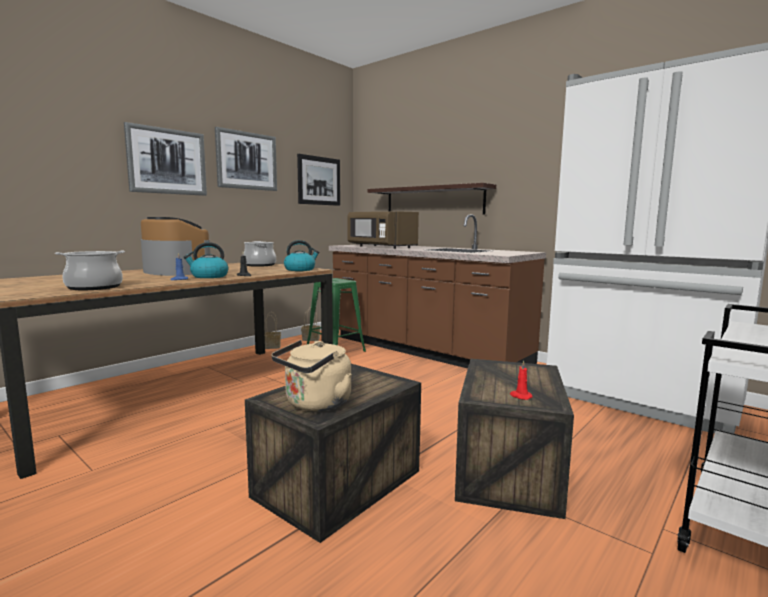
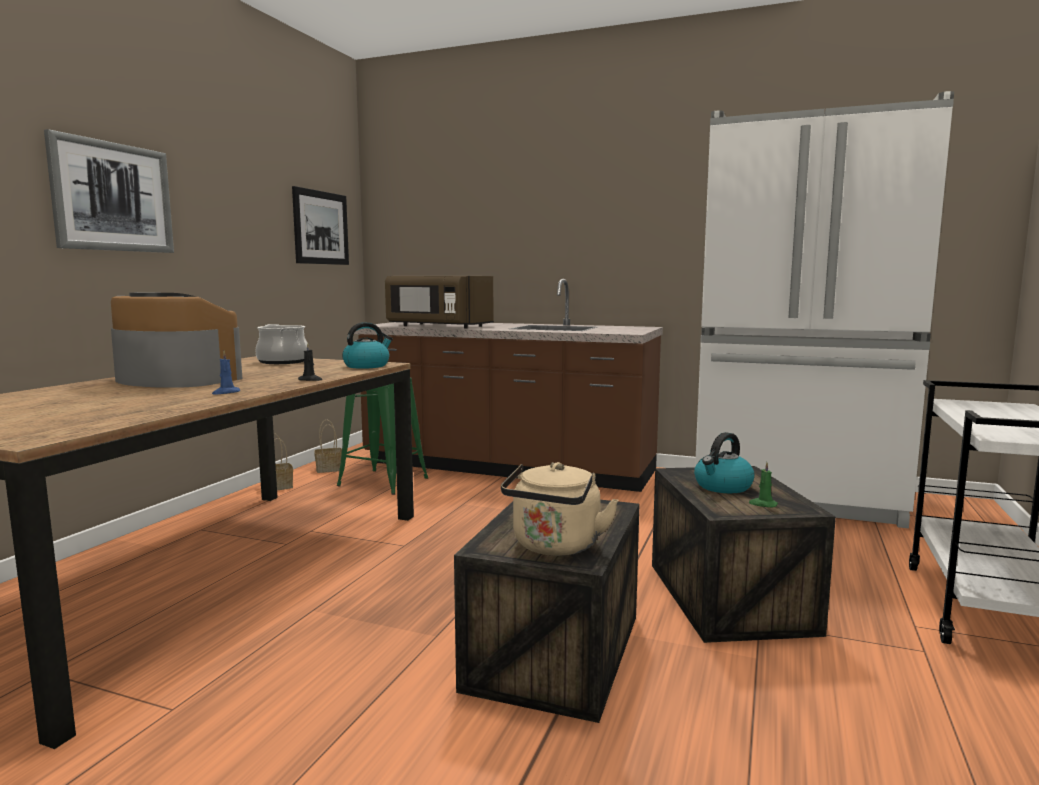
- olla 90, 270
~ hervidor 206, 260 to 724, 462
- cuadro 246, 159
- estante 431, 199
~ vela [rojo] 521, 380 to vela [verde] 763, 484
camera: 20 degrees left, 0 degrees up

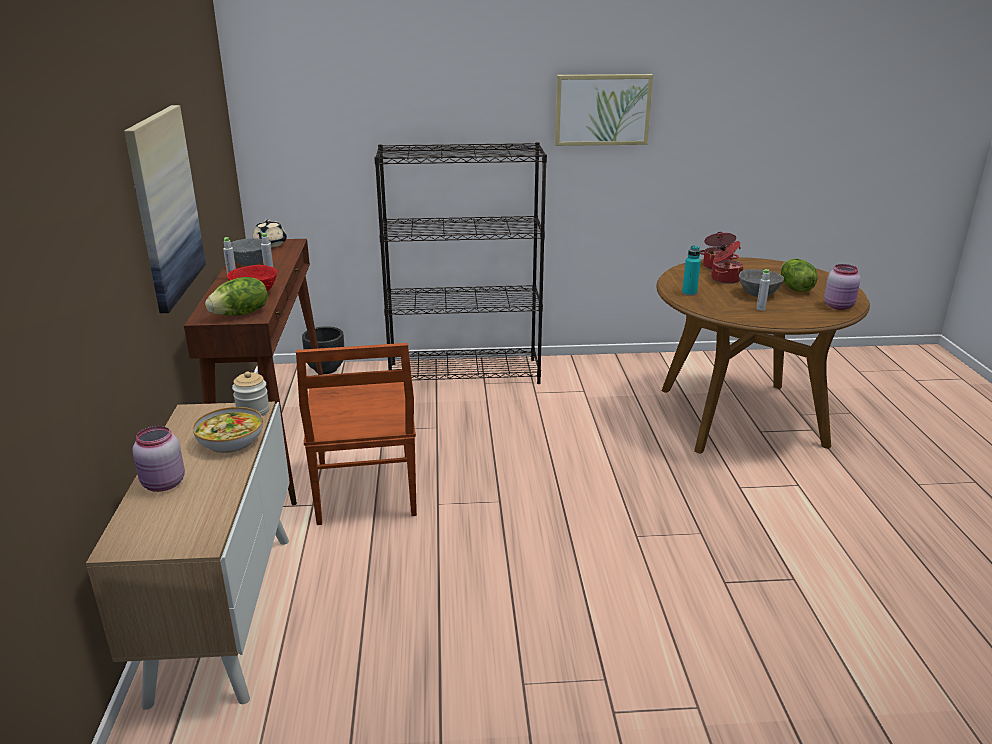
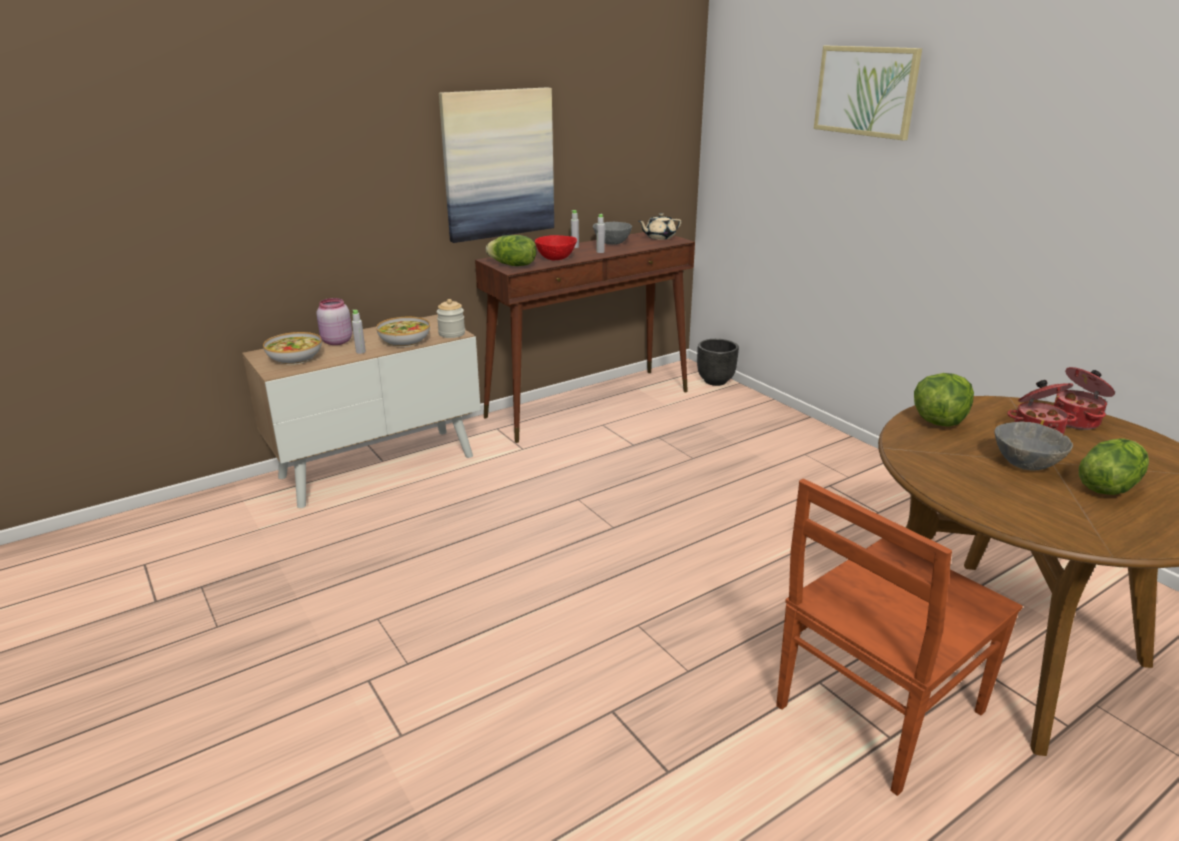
~ silla [marrón] 356, 434 to 899, 637
- estantería [negro] 460, 263
~ cuadro 604, 110 to 868, 93
~ botella [turquesa] 691, 270 to lechuga 944, 400
~ botella [gris] 763, 290 to 359, 332
- tarro [rosa] 842, 287
+ cuenco 292, 348
camera: 60 degrees right, 0 degrees up

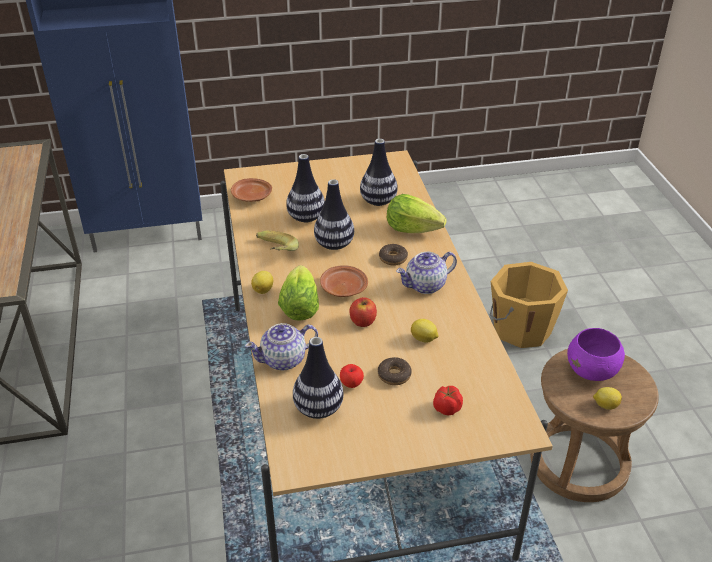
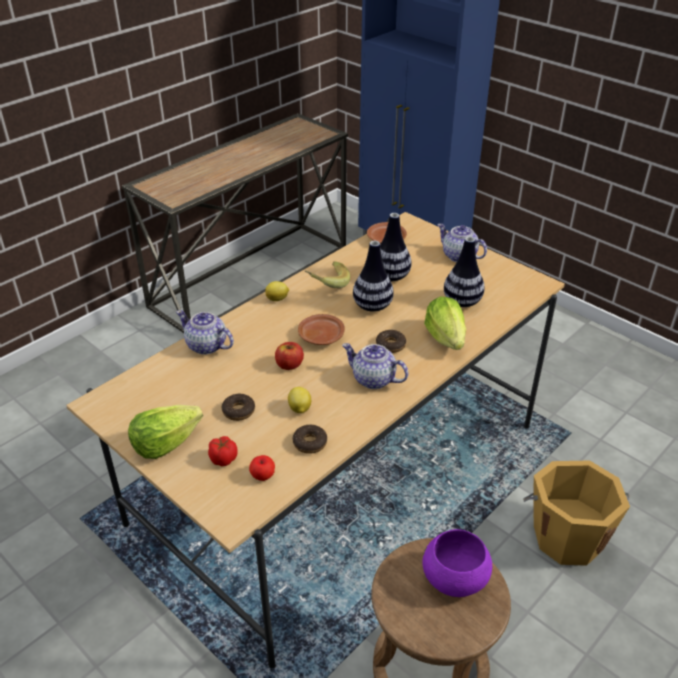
~ lechuga 298, 293 to 165, 432
- florero 318, 378
~ manzana 352, 376 to 262, 468
- limón 607, 398
+ rosquilla 310, 439
+ tetera 462, 242
camera: 55 degrees right, 0 degrees up

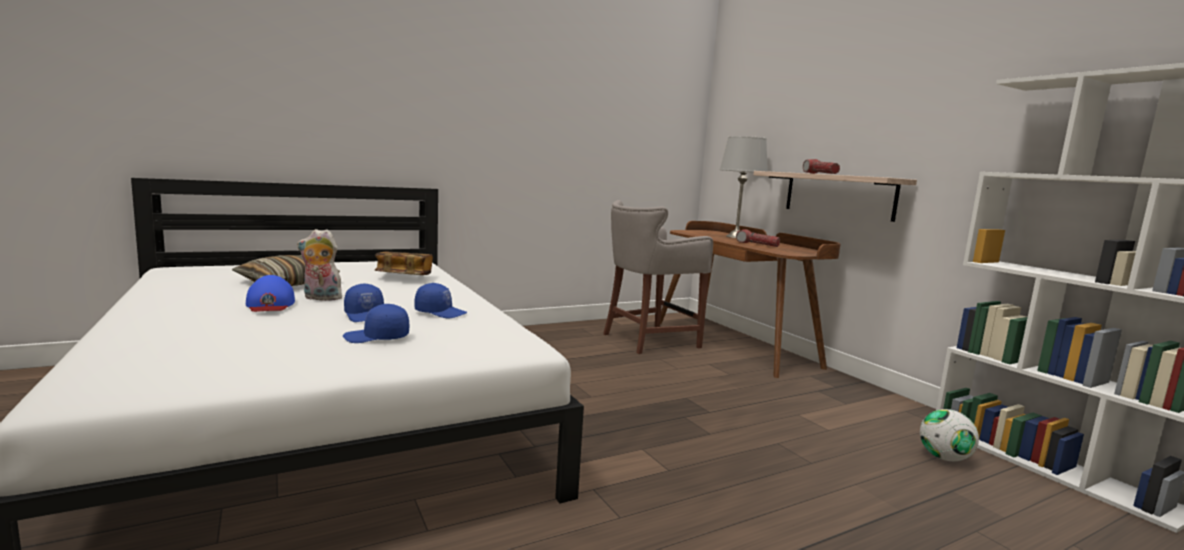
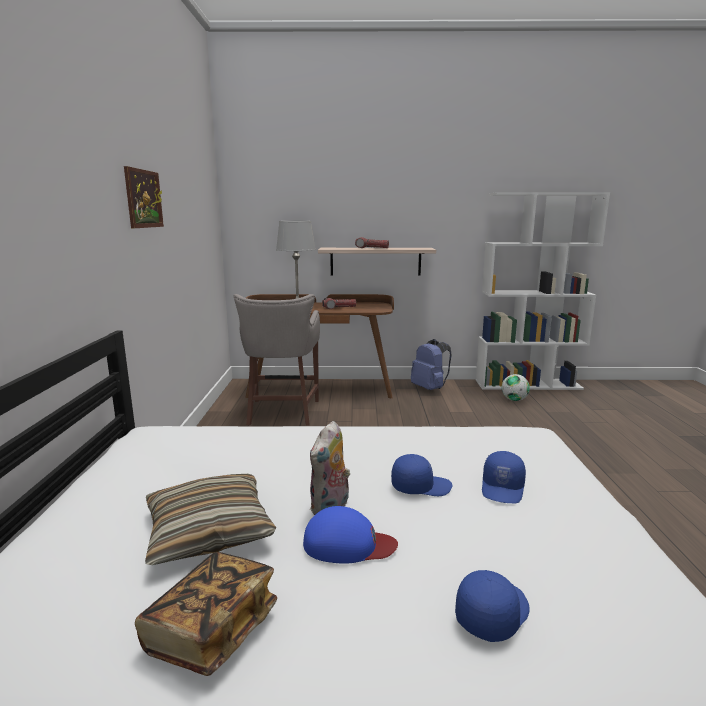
~ libro 403, 263 to 206, 614
~ gorra [azul] 441, 301 to 492, 606
+ cuadro 144, 197
+ mochila [azul] 431, 364
camera: 60 degrees left, 5 degrees up

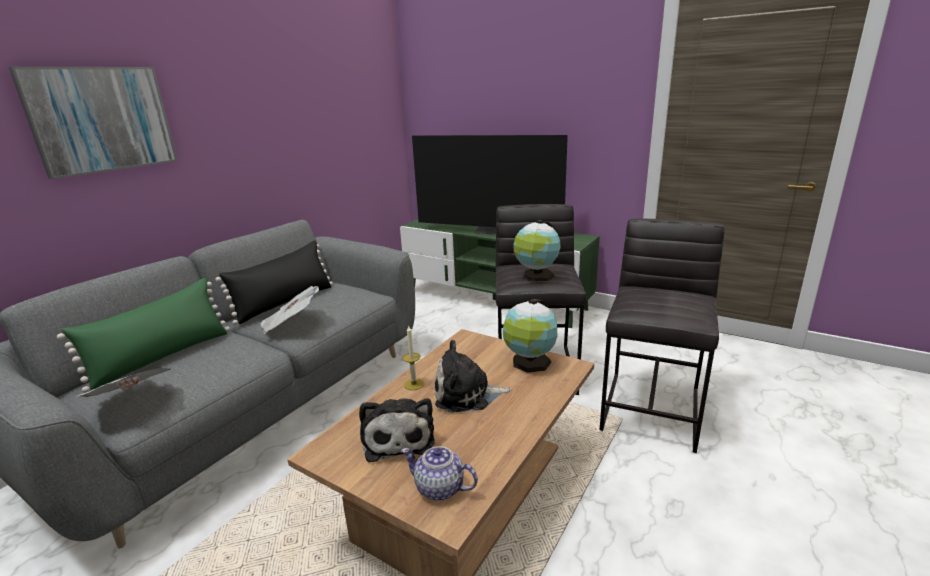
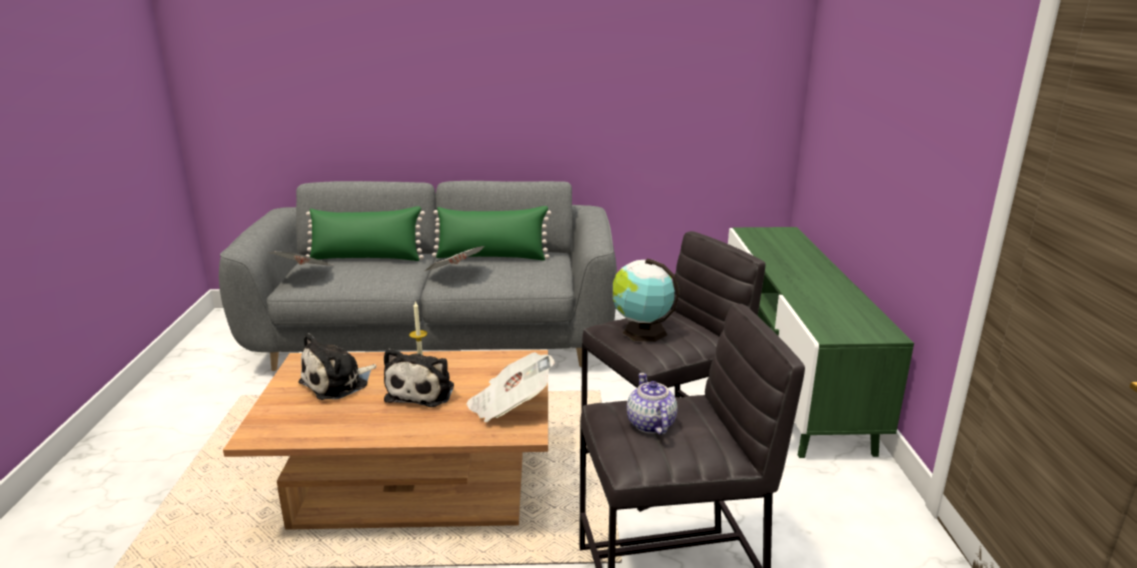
- cuadro 93, 123
~ cojín [negro] 274, 283 to cojín [verde] 491, 233
~ tetera 439, 473 to 652, 404
- televisor 490, 185
~ peluche 473, 376 = 419, 377 135 degrees counterclockwise
~ globo terráqueo 530, 336 to periódico 510, 387
camera: 55 degrees right, 0 degrees up

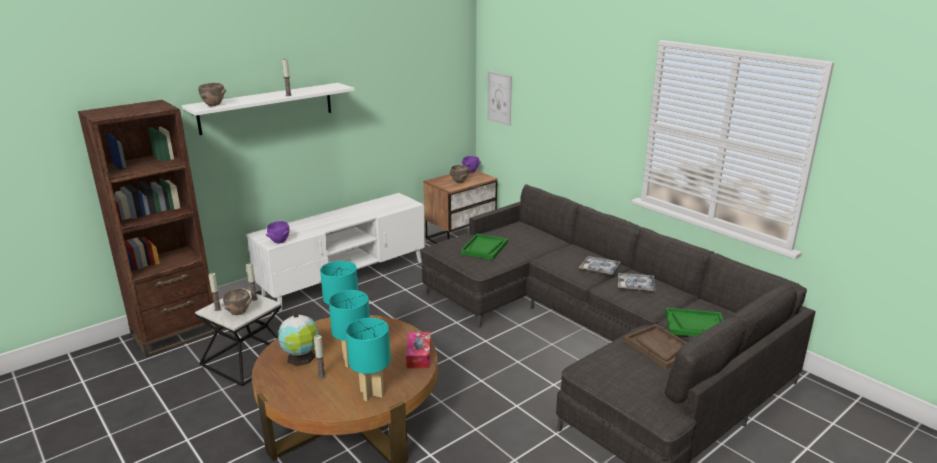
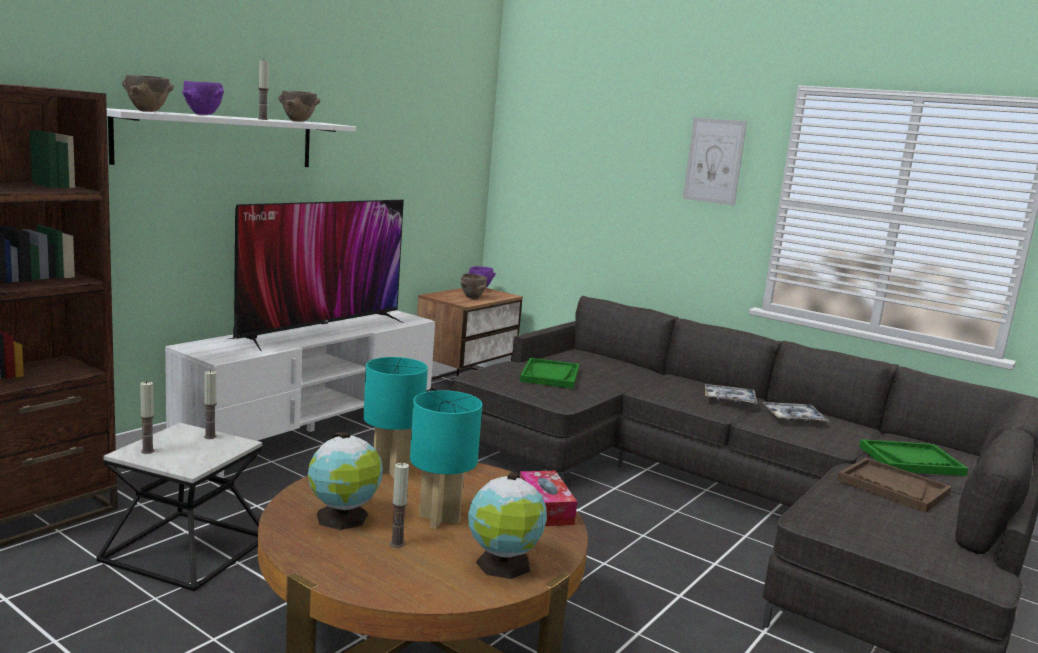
~ cuenco [marrón] 237, 301 to 300, 106
~ cuenco [morado] 278, 232 to 203, 98
~ lámpara de mesa [turquesa] 368, 359 to globo terráqueo 507, 525
~ cuadro 499, 98 to 715, 161
+ televisor 316, 275
camera: 15 degrees left, 10 degrees down

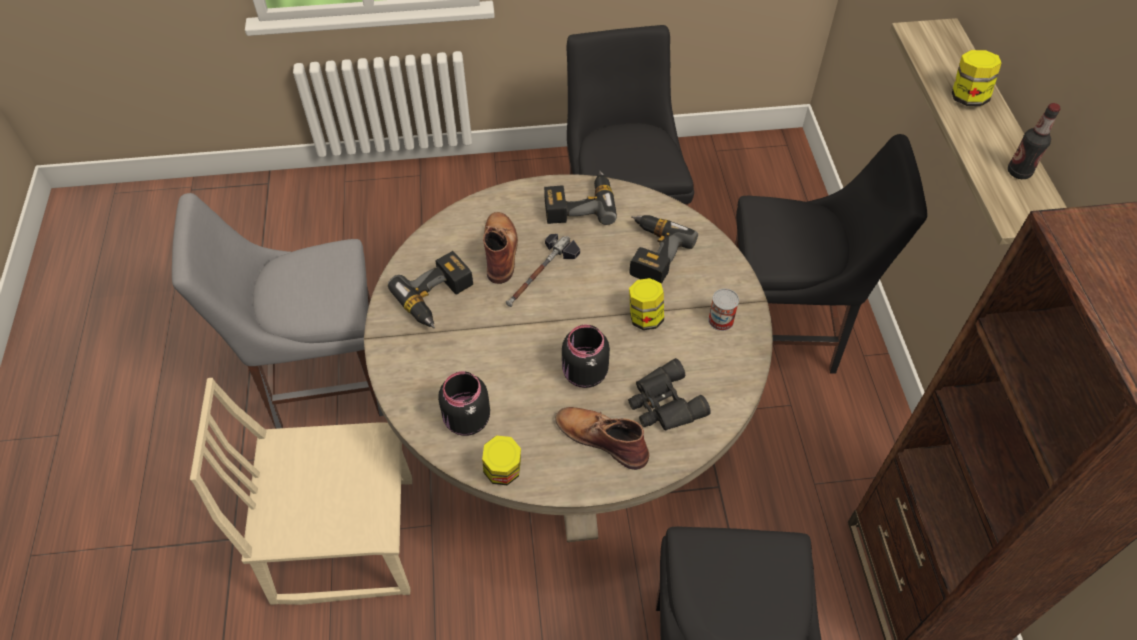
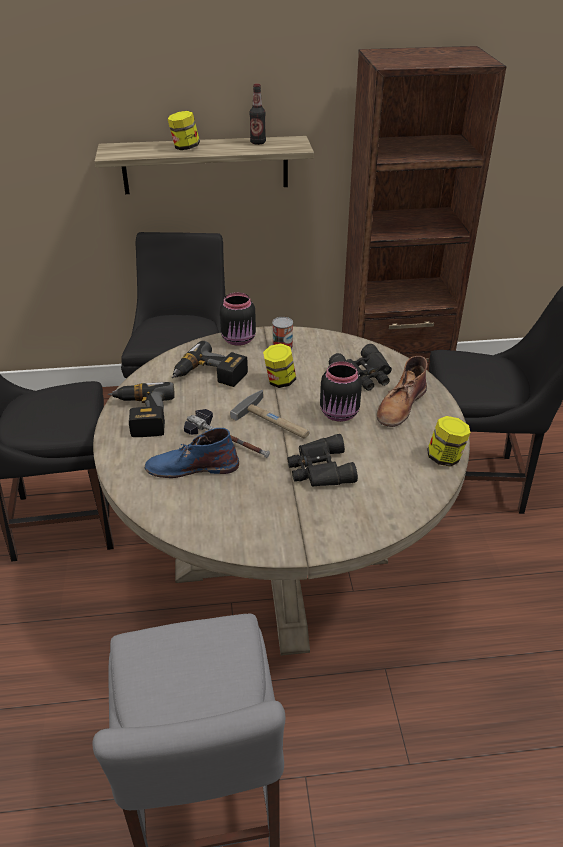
- silla [beis] 301, 491
- taladro 430, 290
~ tarro [negro] 464, 403 to 238, 319
~ bota [marrón] 500, 248 to bota [azul] 192, 453
+ martillo 269, 414
+ prismáticos [negro] 322, 460
camera: 90 degrees left, 15 degrees down

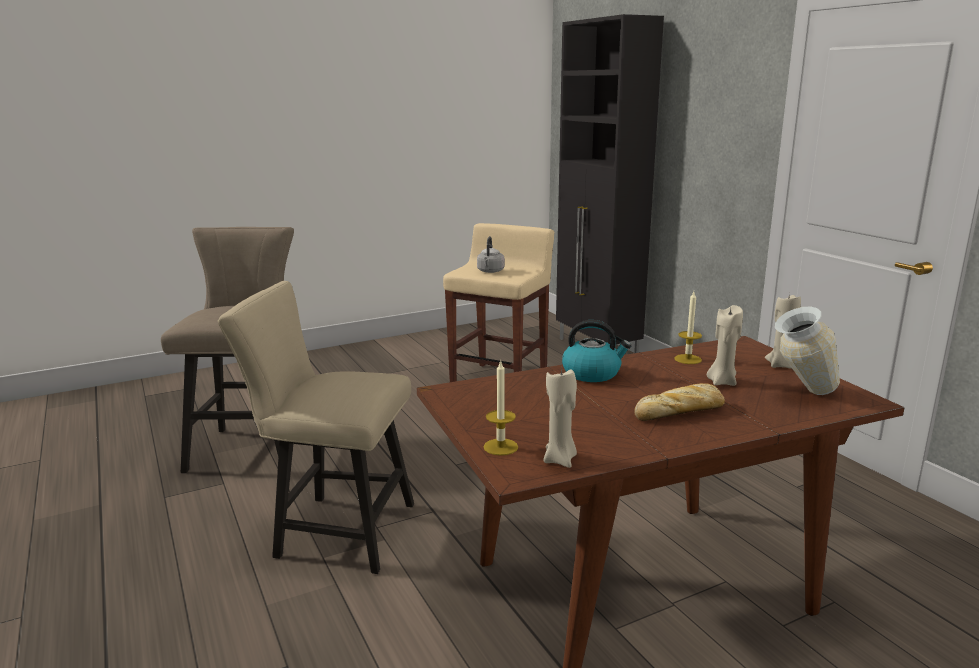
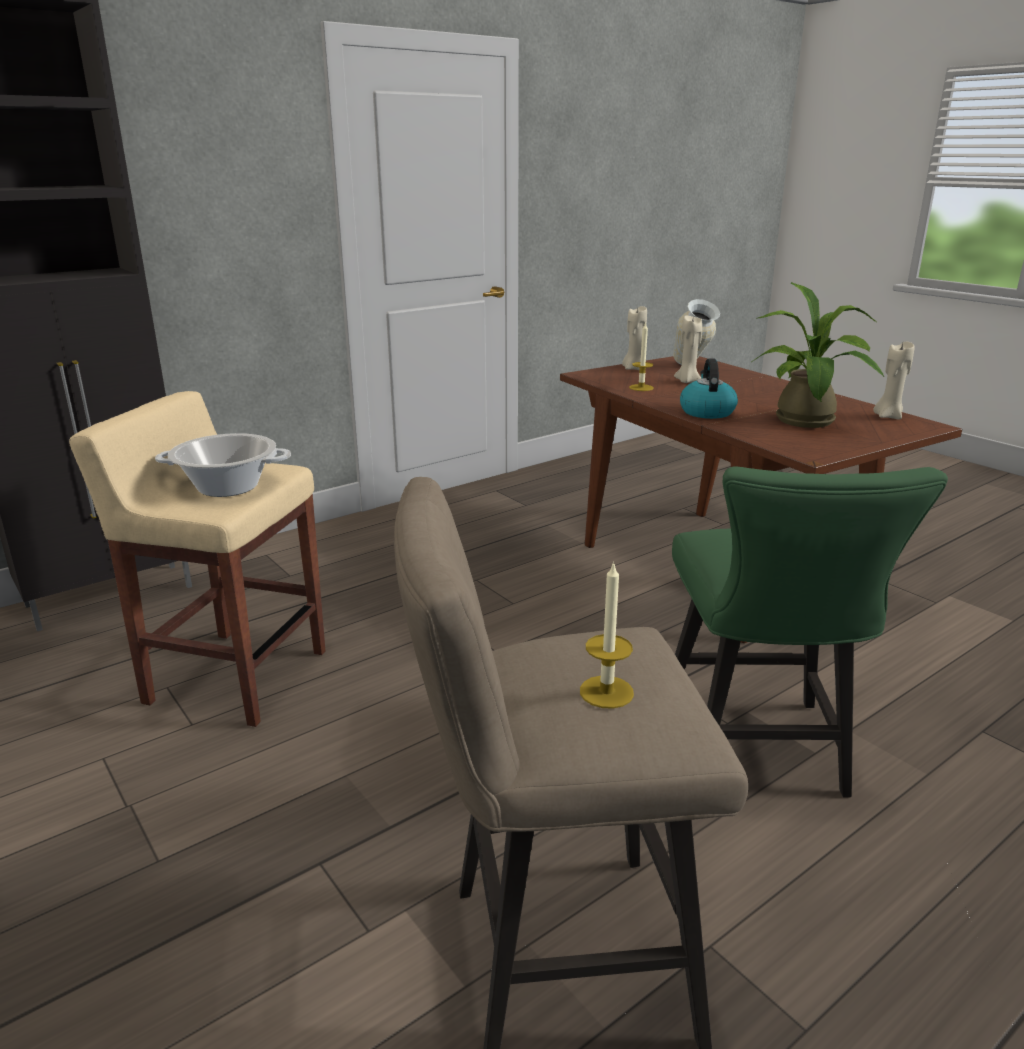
~ silla [beis] 316, 427 to silla [verde] 810, 632
~ hervidor [gris] 491, 254 to olla 223, 465
~ vela 501, 408 to 607, 635
- pan 679, 402
+ planta en maceta 818, 355
camera: 100 degrees left, 5 degrees up

